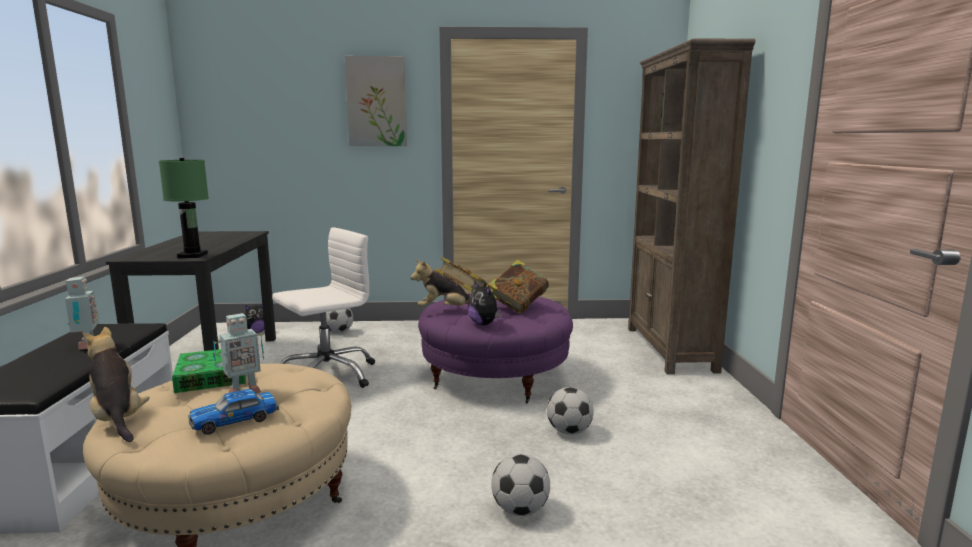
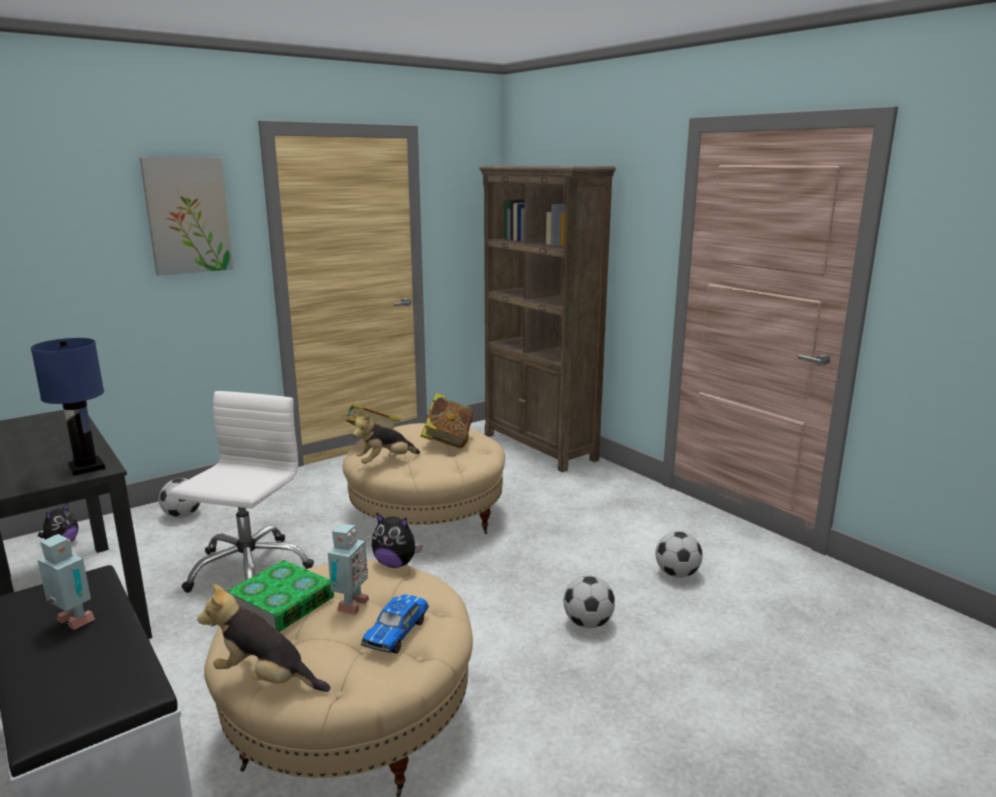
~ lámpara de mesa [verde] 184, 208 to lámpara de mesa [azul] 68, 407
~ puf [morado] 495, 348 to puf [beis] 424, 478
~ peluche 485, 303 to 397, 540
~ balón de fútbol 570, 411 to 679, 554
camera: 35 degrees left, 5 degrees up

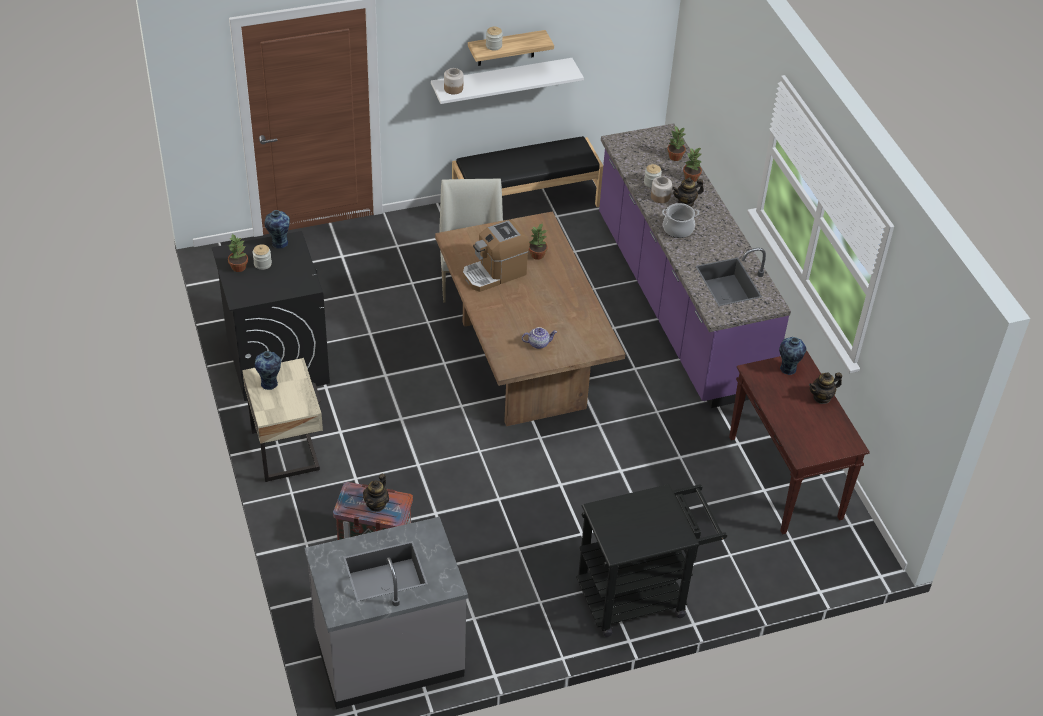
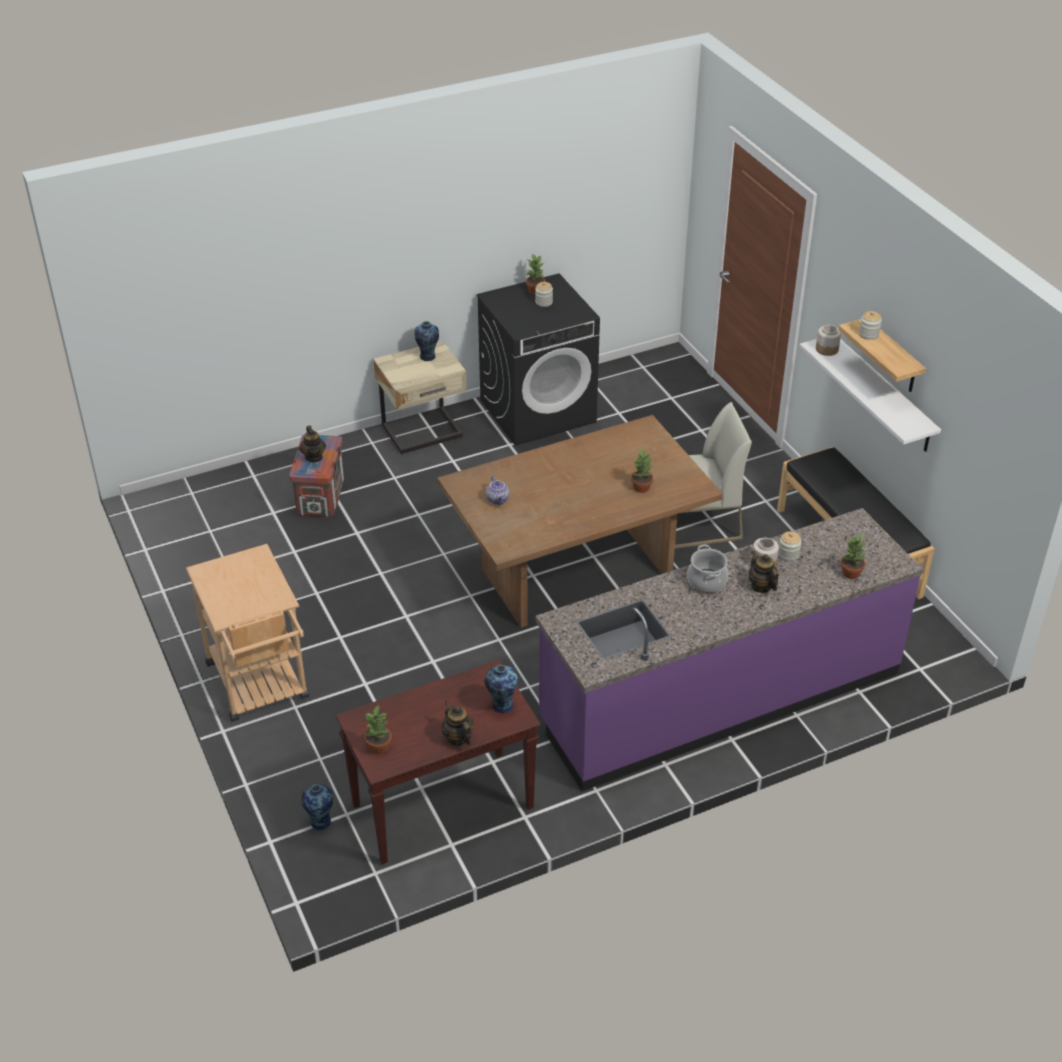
~ florero 277, 229 to 317, 807
- mueble bajo de cocina [gris] 386, 613
~ tetera 376, 493 = 312, 444 120 degrees counterclockwise
- cafetera 496, 256
~ carrito [negro] 651, 560 to carrito [beis] 247, 633
~ planta en maceta 692, 165 to 378, 729
camera: 85 degrees right, 5 degrees down

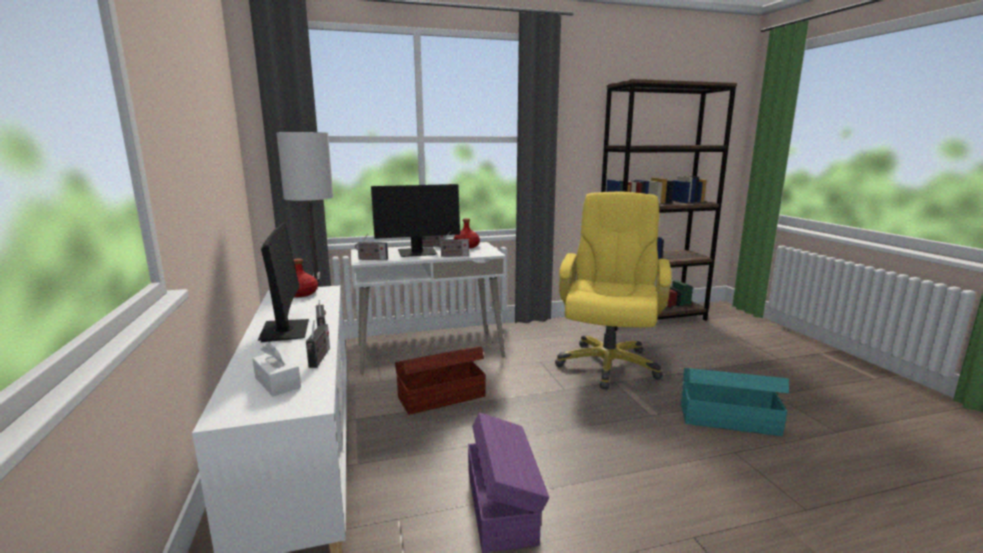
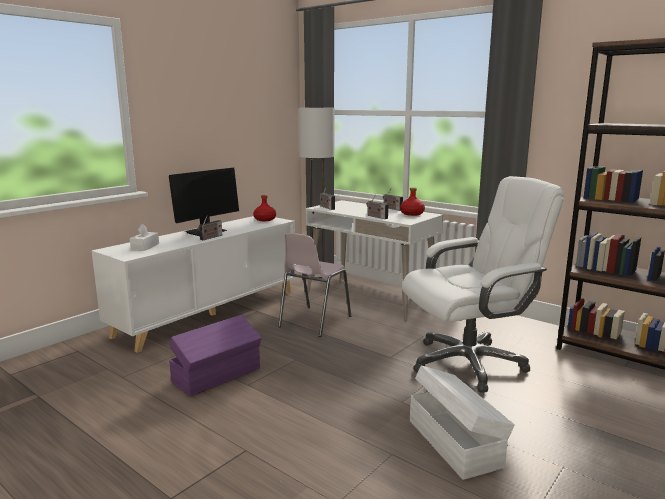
- radio 318, 344
- monitor 415, 220
~ caja de almacenaje [marrón] 440, 381 to silla [rosa] 314, 285
~ silla de oficina [amarillo] 613, 290 to silla de oficina [blanco] 483, 284
~ caja de almacenaje [turquesa] 735, 402 to caja de almacenaje [blanco] 462, 423
camera: 55 degrees right, 0 degrees up

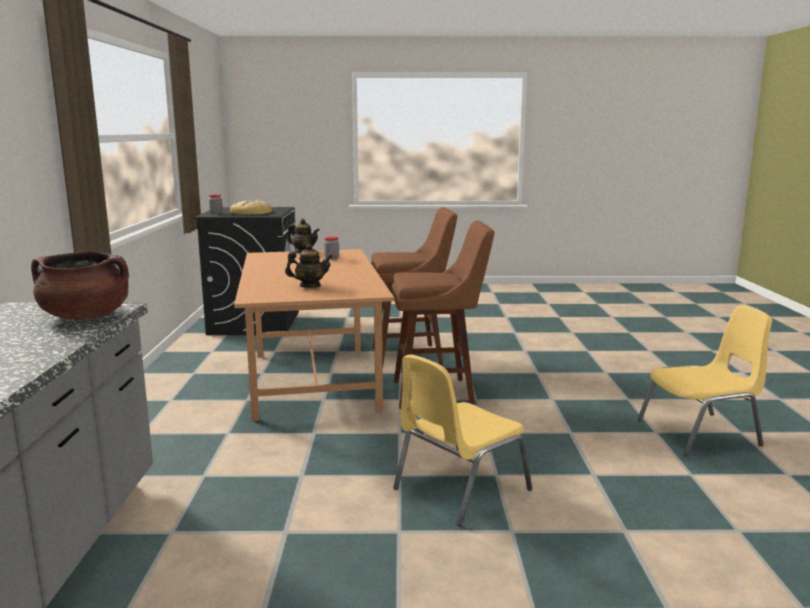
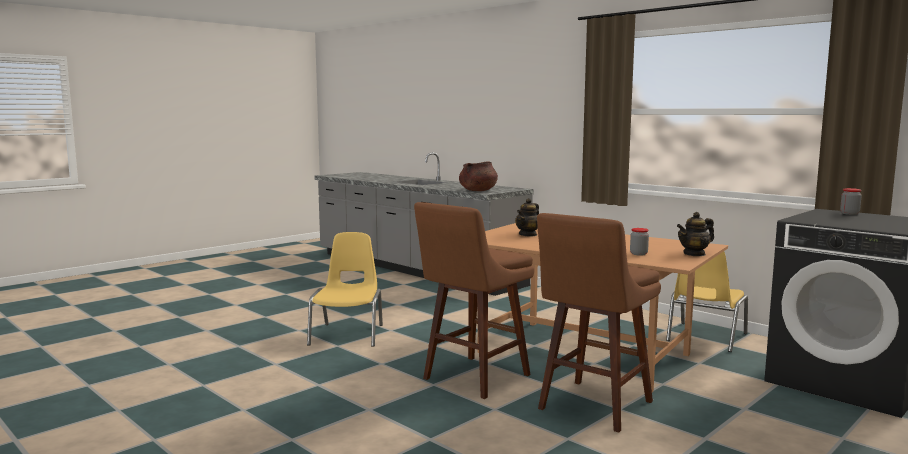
- pan 251, 207
~ silla [amarillo] 704, 380 to 707, 302
camera: 135 degrees right, 5 degrees down

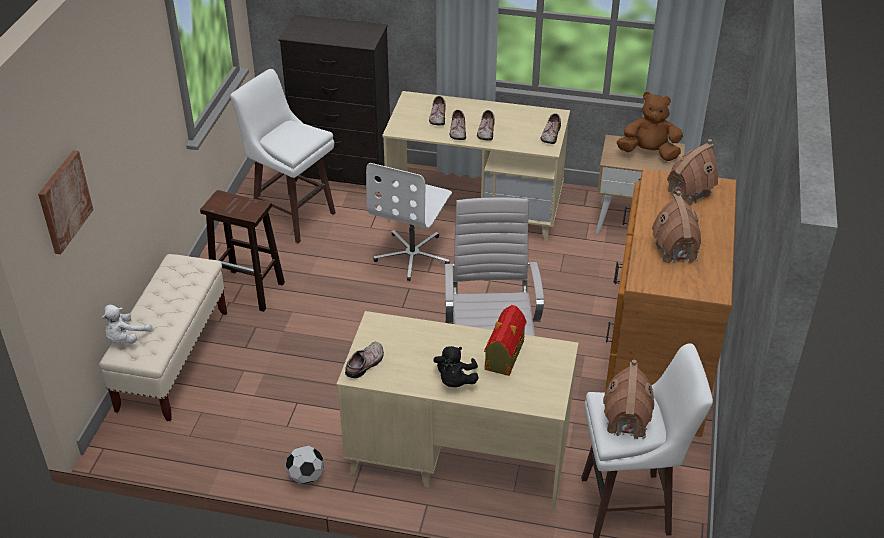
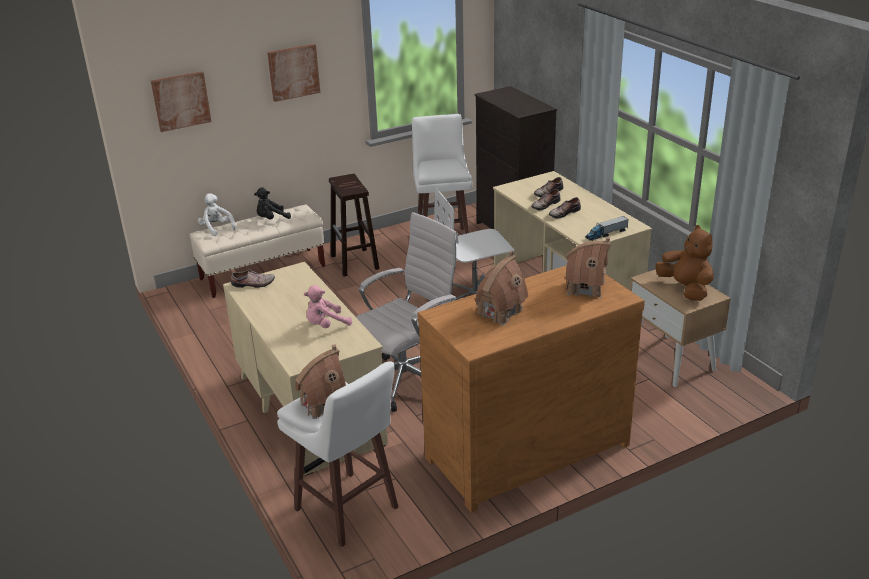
~ peluche [blanco] 127, 324 = 217, 214 60 degrees clockwise
- balón de fútbol 305, 465
~ peluche [negro] 456, 366 to 272, 204
~ casita 505, 340 to peluche [rosa] 328, 306
~ zapato 551, 128 to camión de juguete 607, 228
+ cuadro 293, 73
camera: 50 degrees right, 10 degrees down

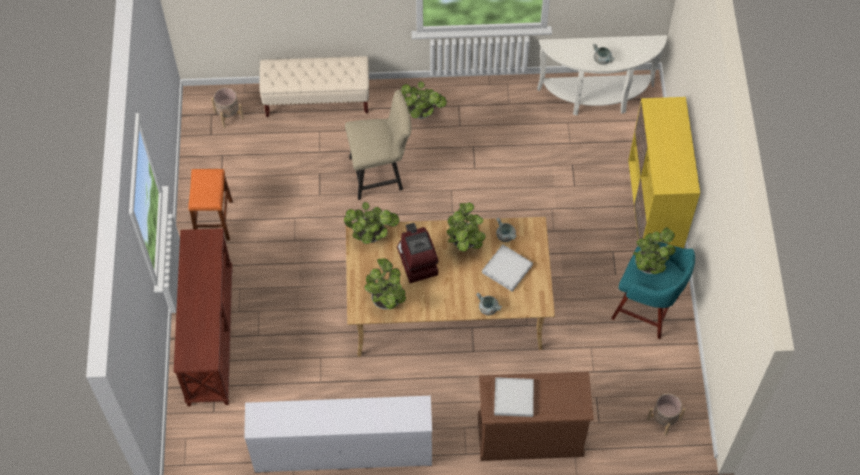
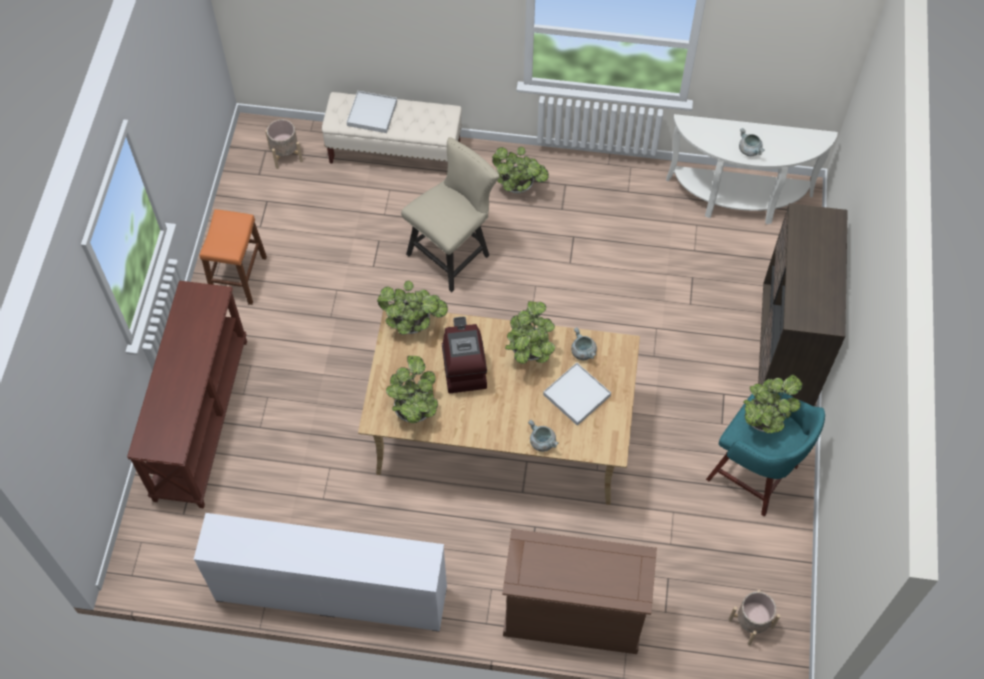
~ silla [beis] 378, 144 = 450, 214 45 degrees counterclockwise
~ bandeja [blanco] 514, 397 to 372, 112
~ armario [amarillo] 664, 172 to armario [marrón] 803, 304
camera: 10 degrees right, 0 degrees up

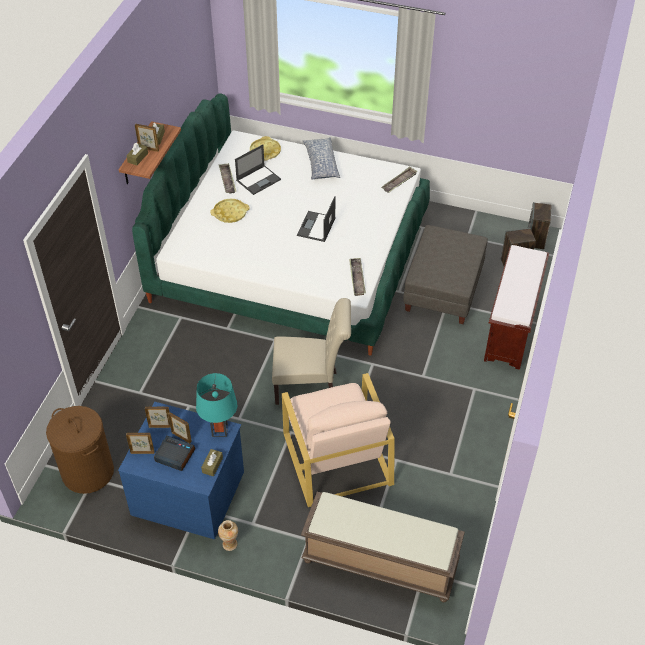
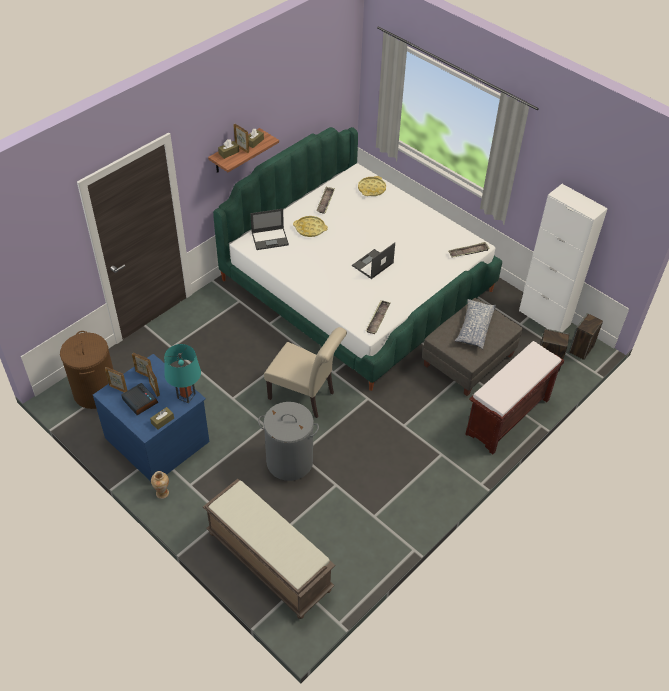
~ portátil 258, 170 to 269, 229
~ sillón [beis] 338, 440 to cesto de la ropa [gris] 288, 441
~ cojín 321, 158 to 475, 324
+ armario [blanco] 563, 258
camera: 25 degrees right, 0 degrees up

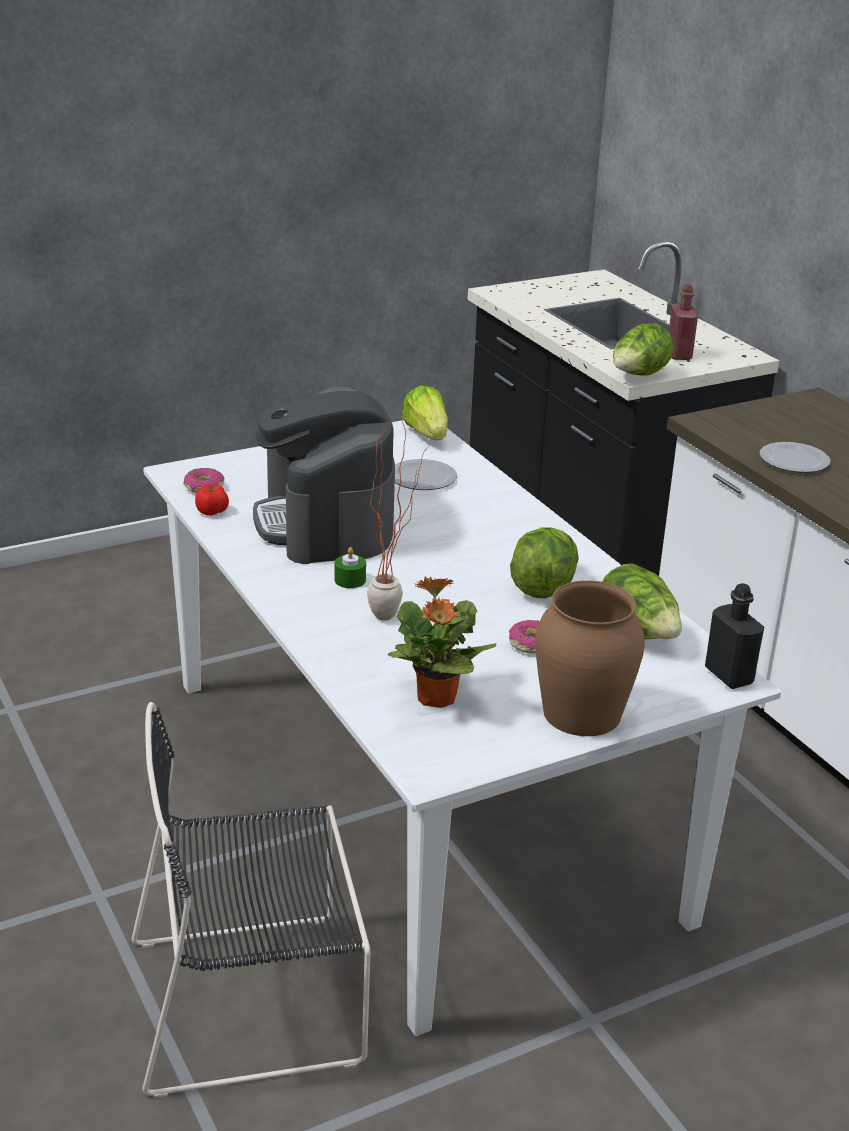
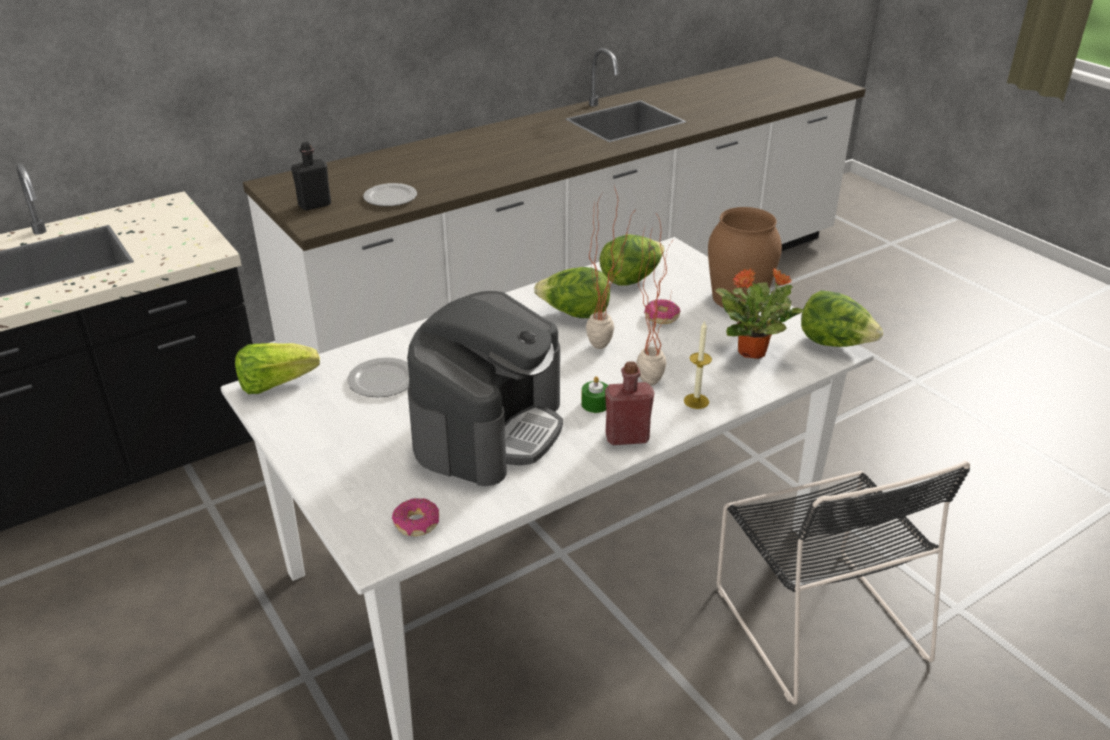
- tomate 212, 500
~ cafetera 324, 475 = 485, 388 45 degrees counterclockwise
~ lechuga 643, 349 to 842, 318
~ botella [rojo] 683, 322 to 629, 403
~ botella [negro] 734, 636 to 311, 176
+ planta en maceta 611, 267
+ vela 698, 364
camera: 95 degrees left, 5 degrees up

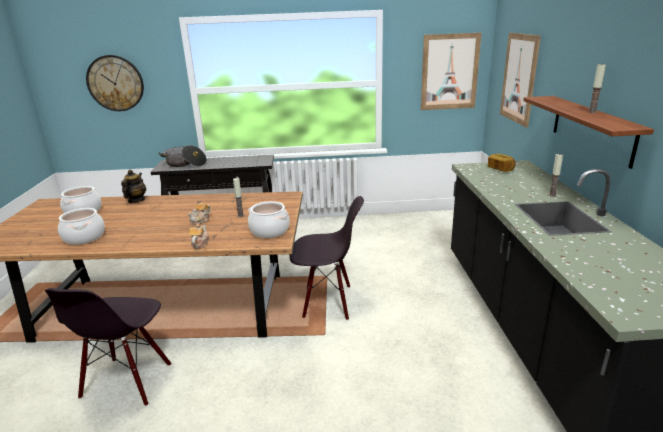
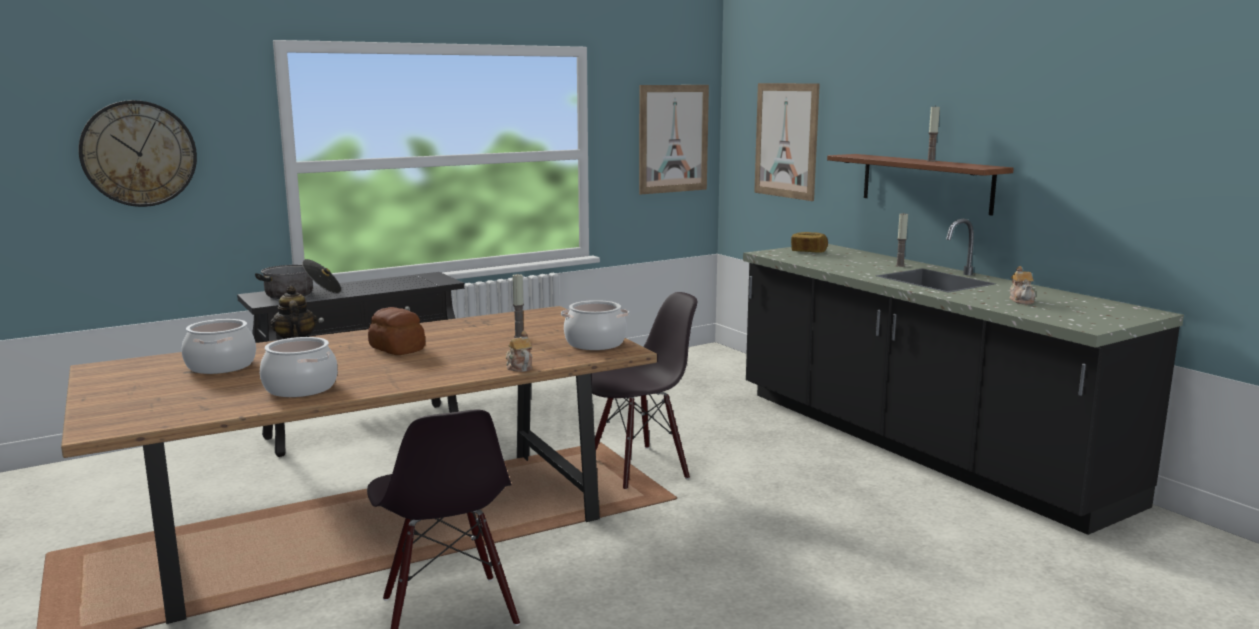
~ tetera 199, 212 to 1023, 285
+ pan 396, 331
camera: 30 degrees left, 10 degrees down

